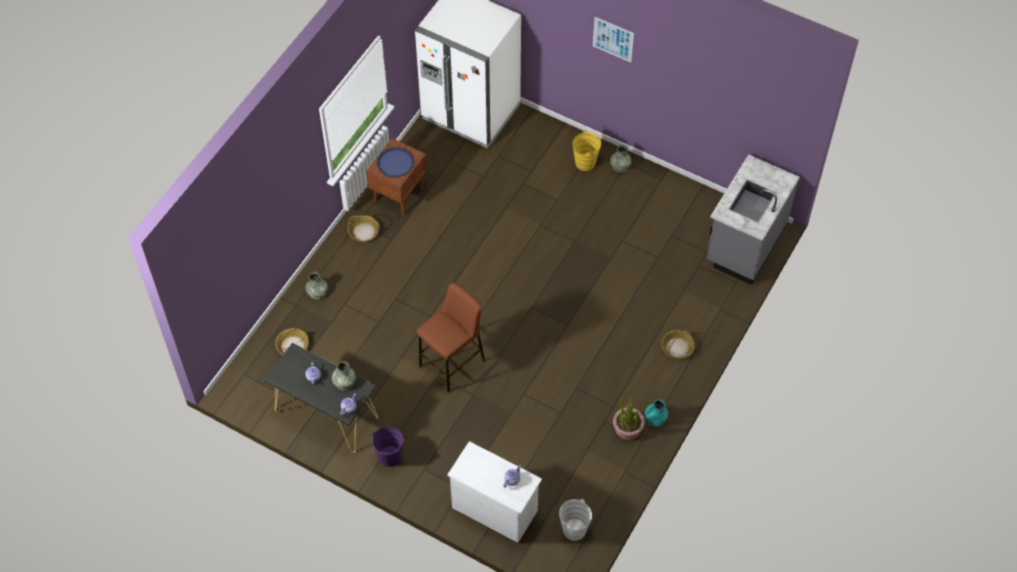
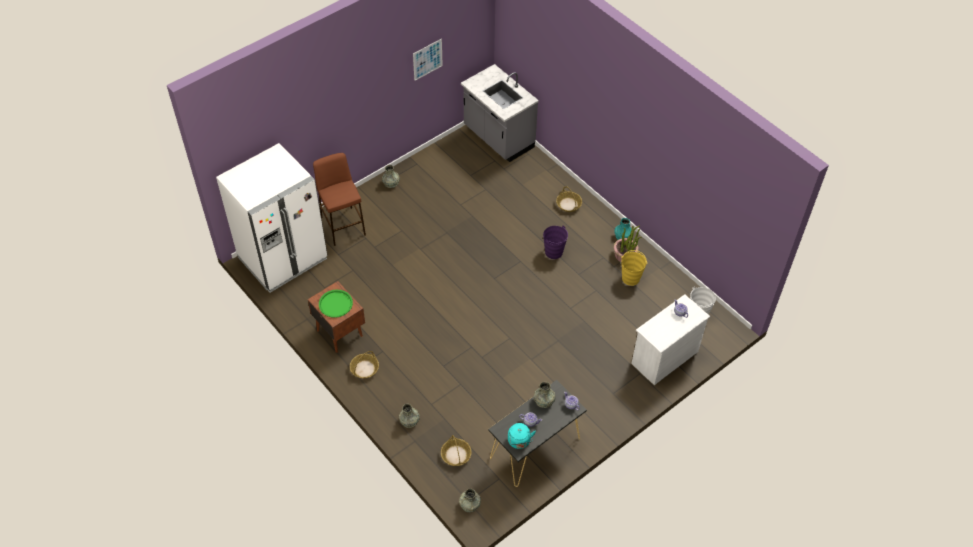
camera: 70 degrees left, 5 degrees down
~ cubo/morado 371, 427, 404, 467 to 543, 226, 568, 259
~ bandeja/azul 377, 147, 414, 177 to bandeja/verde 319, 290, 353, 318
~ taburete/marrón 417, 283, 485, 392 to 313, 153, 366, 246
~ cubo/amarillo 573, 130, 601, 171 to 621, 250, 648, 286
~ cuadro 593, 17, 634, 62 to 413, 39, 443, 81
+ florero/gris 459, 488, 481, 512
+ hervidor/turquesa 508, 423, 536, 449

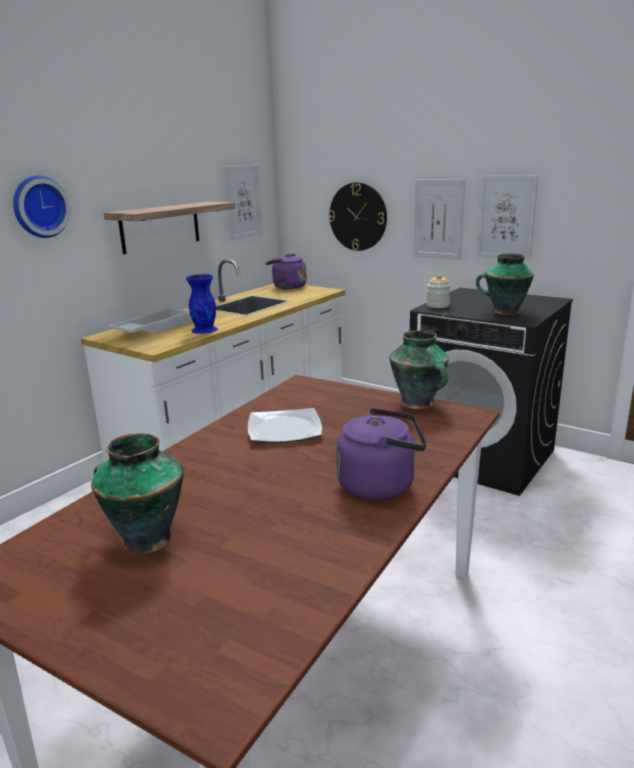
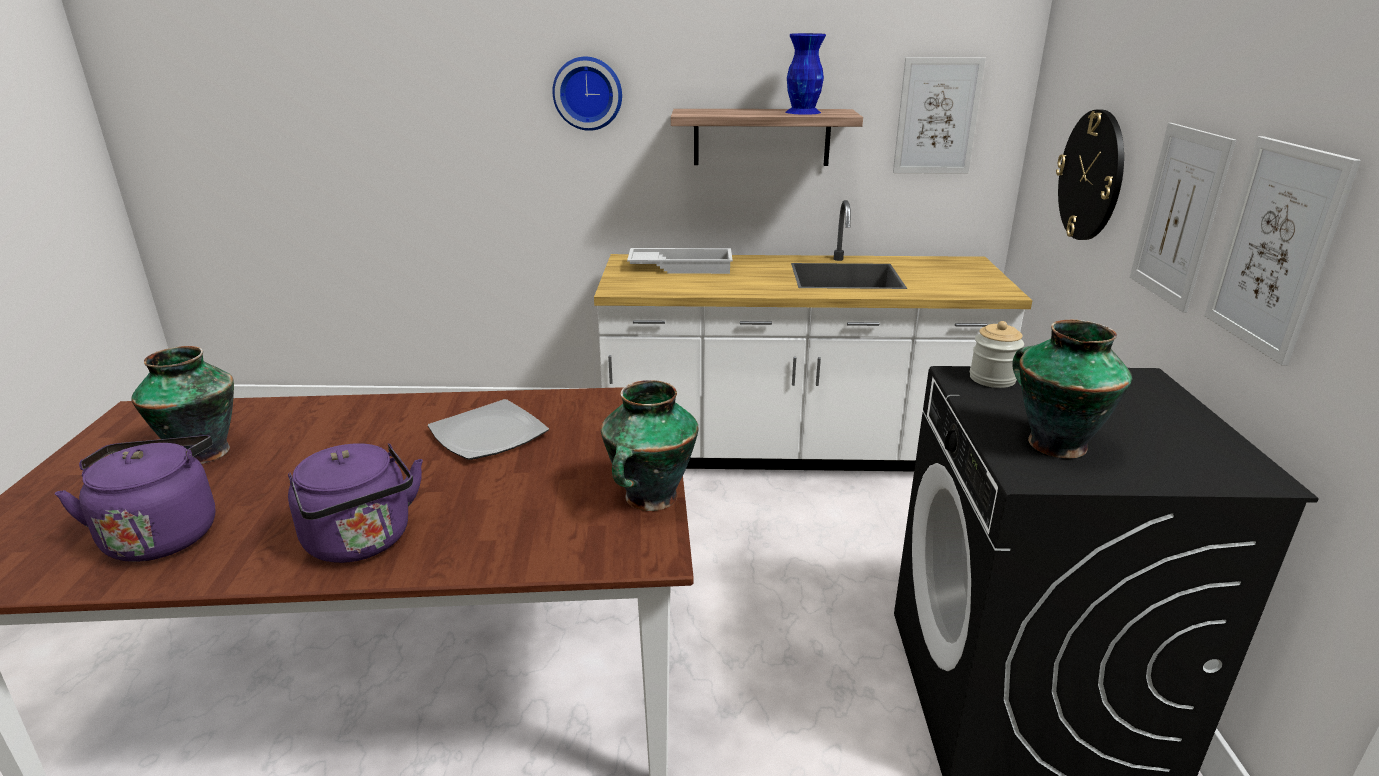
camera: 55 degrees right, 5 degrees up
~ florero/azul 186, 274, 218, 334 to 786, 33, 826, 115
~ hervidor/morado 265, 254, 307, 289 to 55, 435, 215, 562

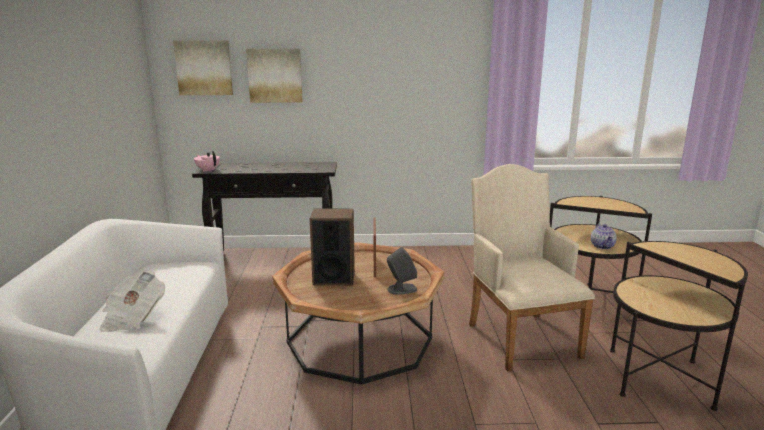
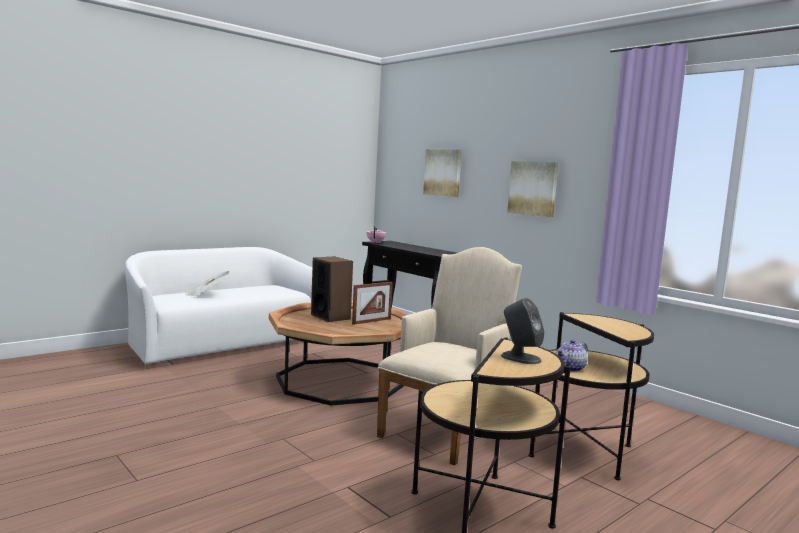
camera: 50 degrees right, 10 degrees down
~ cuadro 173, 40, 233, 95 to 507, 161, 558, 217
~ altavoz/gris 387, 247, 417, 295 to 501, 298, 545, 364

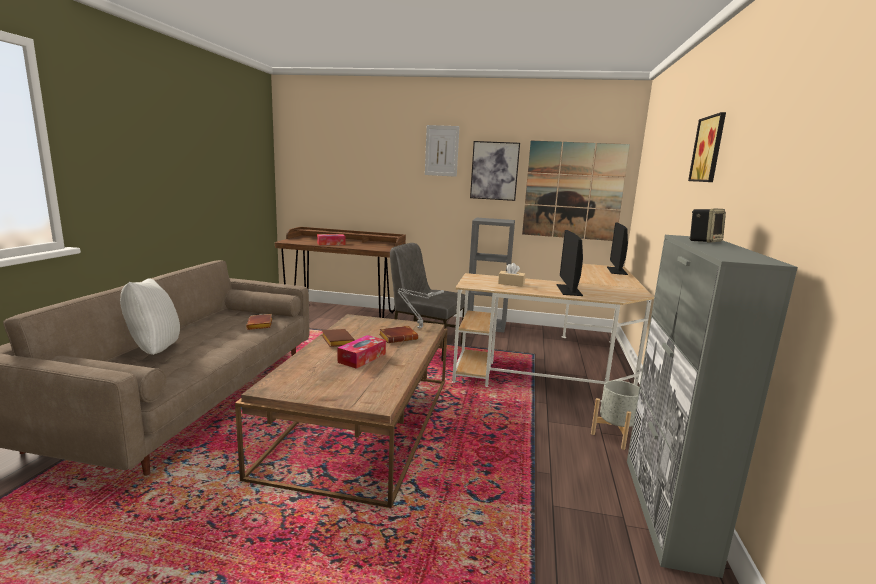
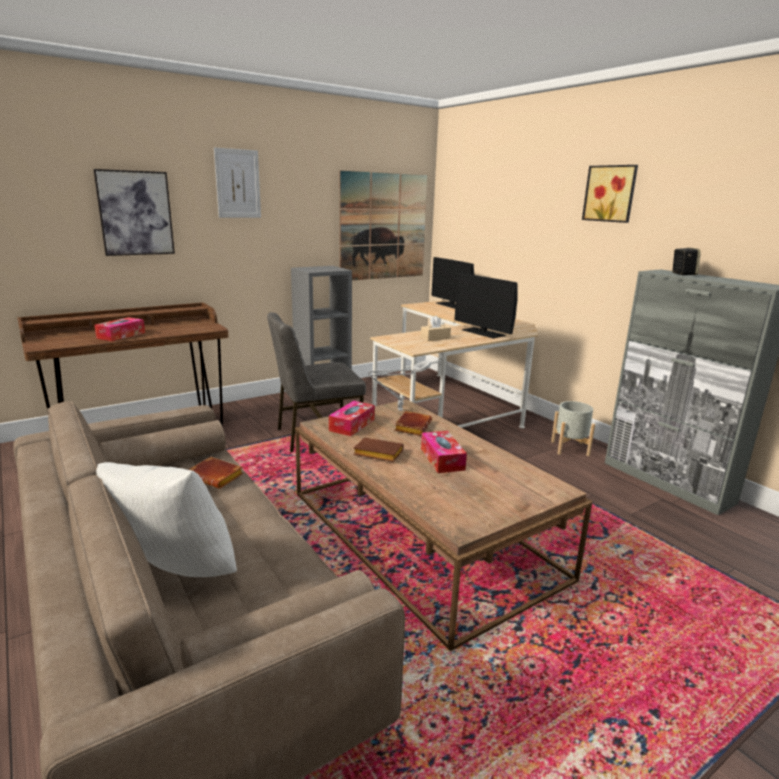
camera: 45 degrees left, 5 degrees up
~ cuadro 470, 141, 520, 201 to 93, 169, 175, 256
+ caja de pañuelos 329, 401, 375, 436

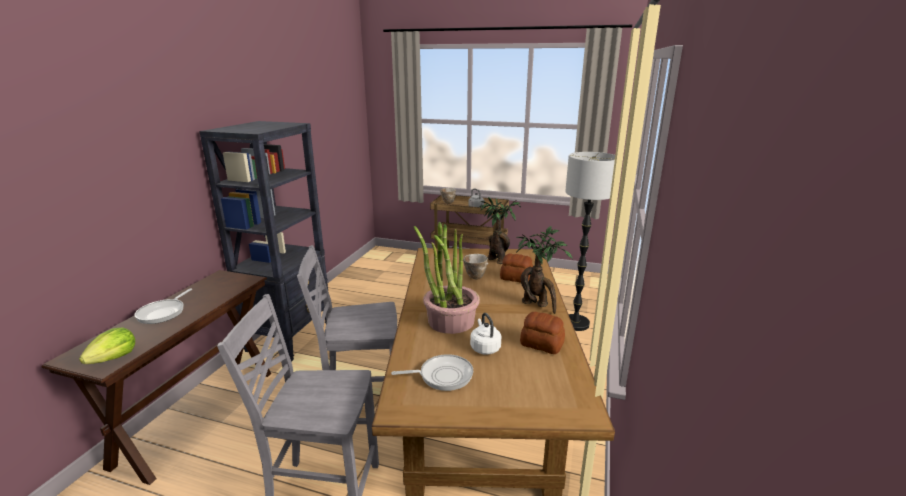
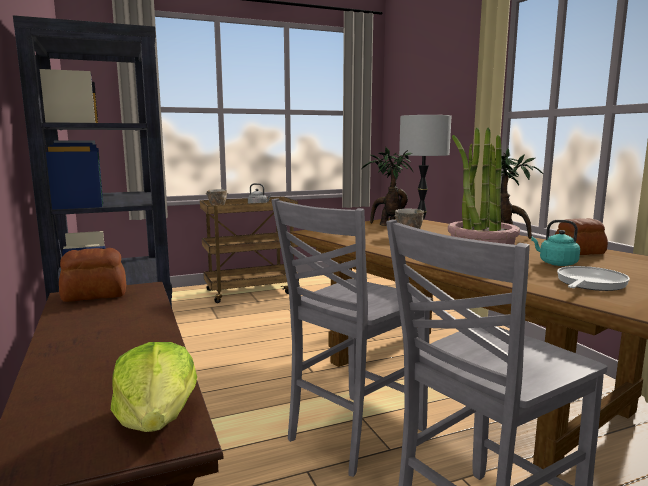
camera: 40 degrees left, 10 degrees down
- sartén 135, 288, 192, 324
~ hervidor/blanco 470, 313, 501, 355 to hervidor/turquesa 531, 220, 580, 266
~ pan 500, 253, 533, 283 to 59, 248, 126, 302

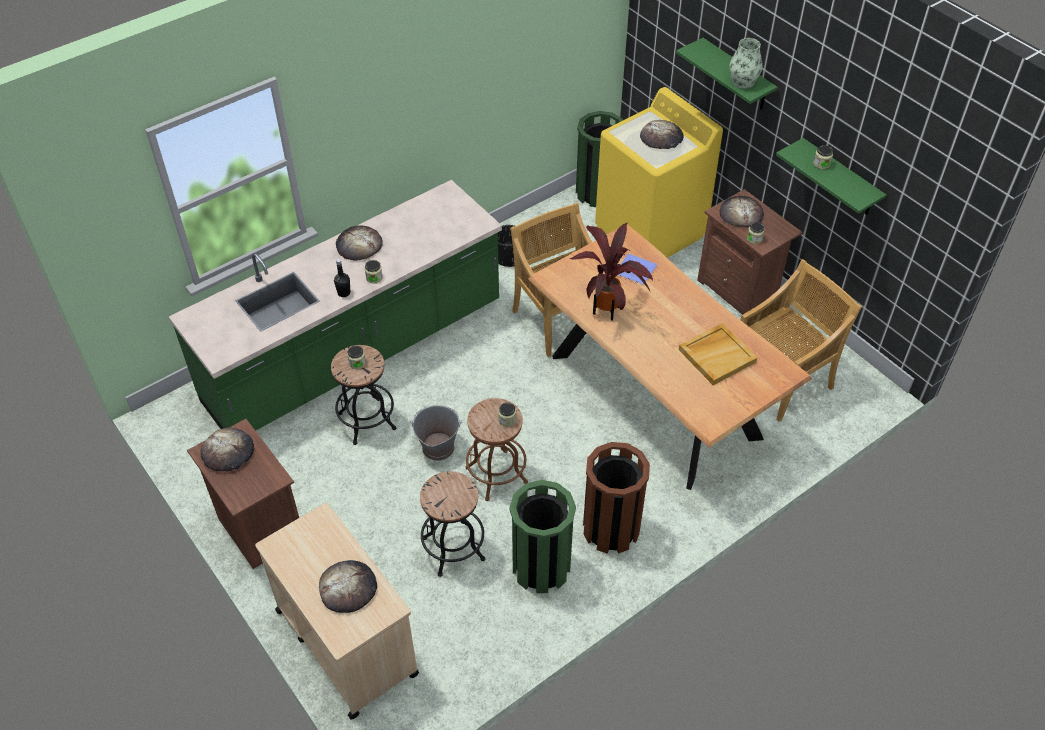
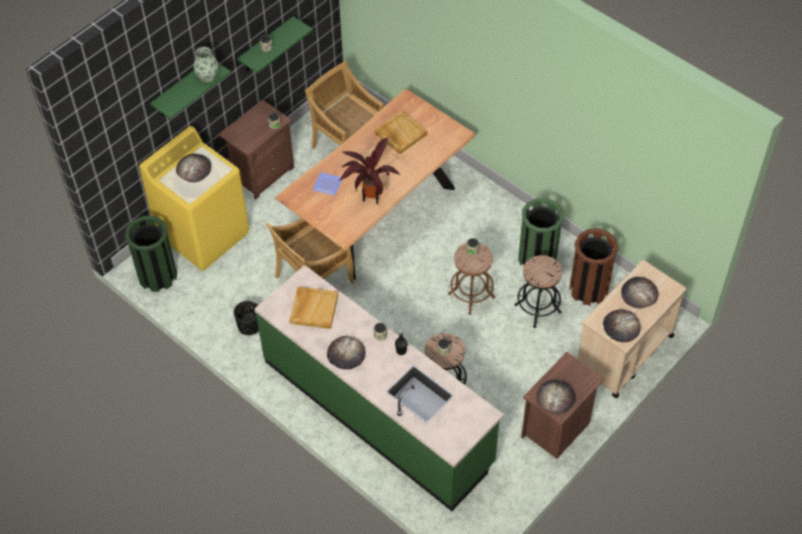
camera: 100 degrees left, 5 degrees up
- cubo/gris 410, 405, 462, 461
~ papelera/marrón 583, 442, 650, 554 to 569, 229, 618, 306
~ pan 720, 196, 764, 227 to 603, 309, 640, 342
+ bandeja/beis 289, 287, 338, 329

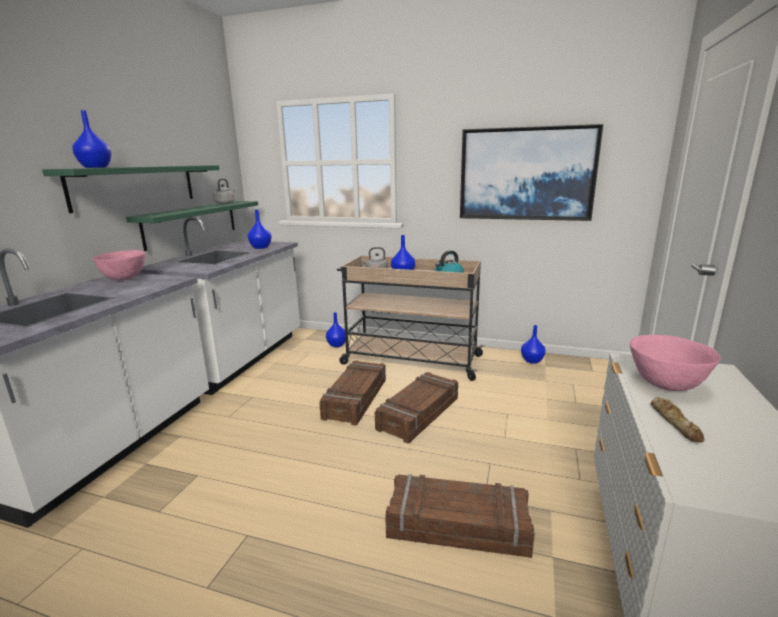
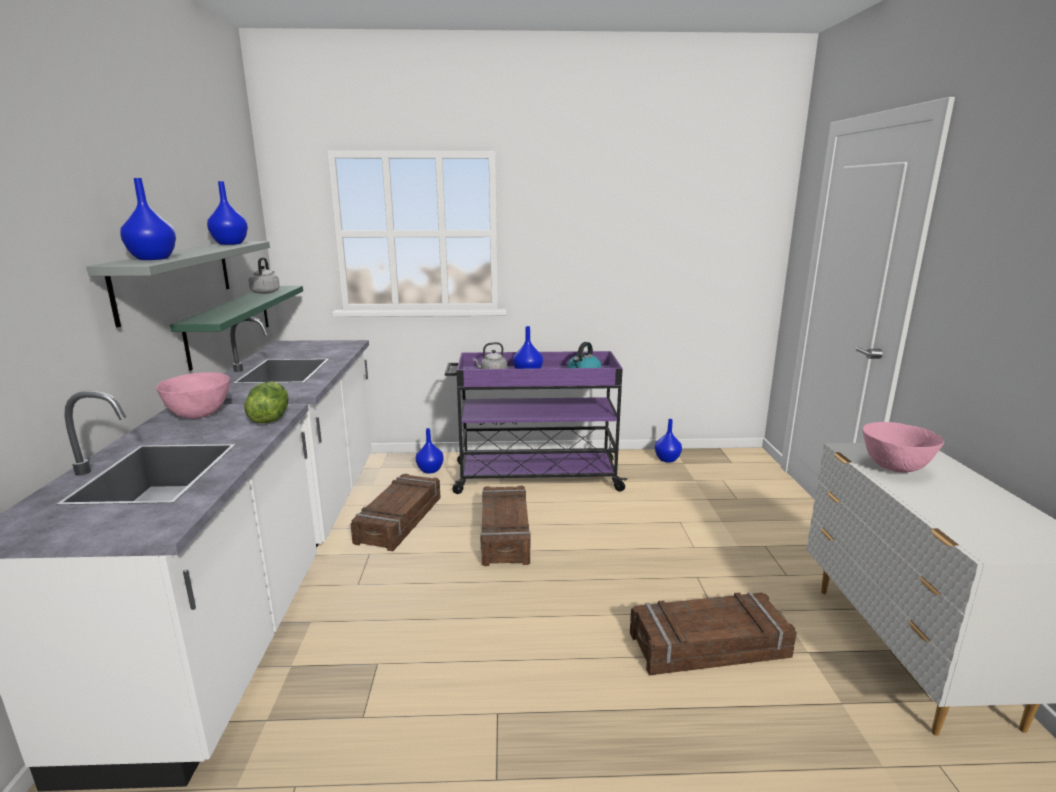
camera: 20 degrees left, 0 degrees up
~ estante/verde 42, 165, 220, 213 to estante/gris 87, 241, 270, 327
~ florero/azul 248, 210, 272, 249 to 207, 181, 248, 245
~ carrito/beis 337, 255, 484, 381 to carrito/morado 445, 351, 628, 494
~ caja de embalaje 375, 372, 458, 443 to 350, 474, 441, 551
- cuadro 460, 124, 603, 221
- pan 651, 397, 705, 443
+ lechuga 244, 381, 288, 423

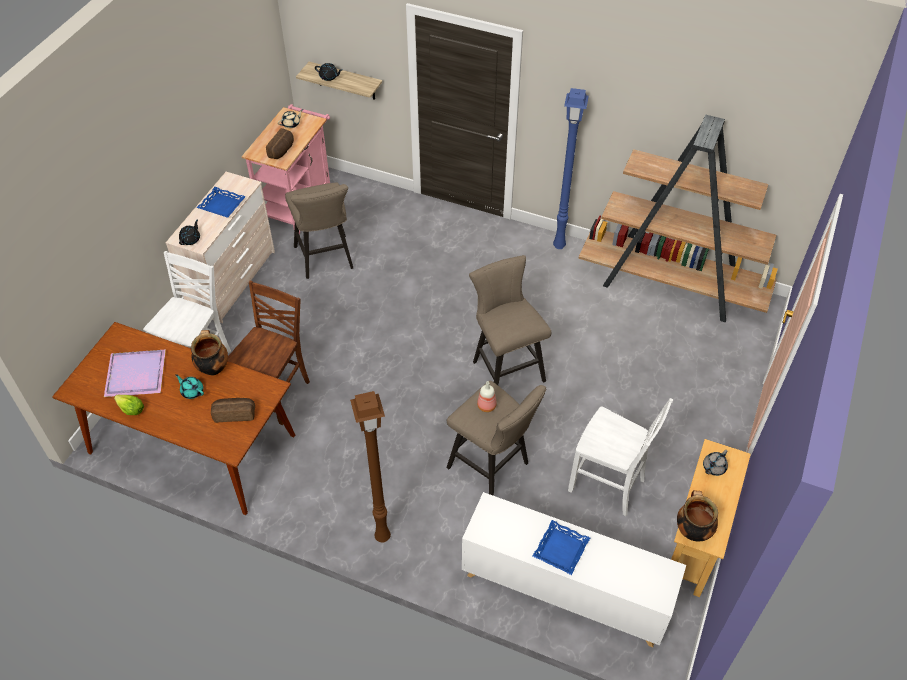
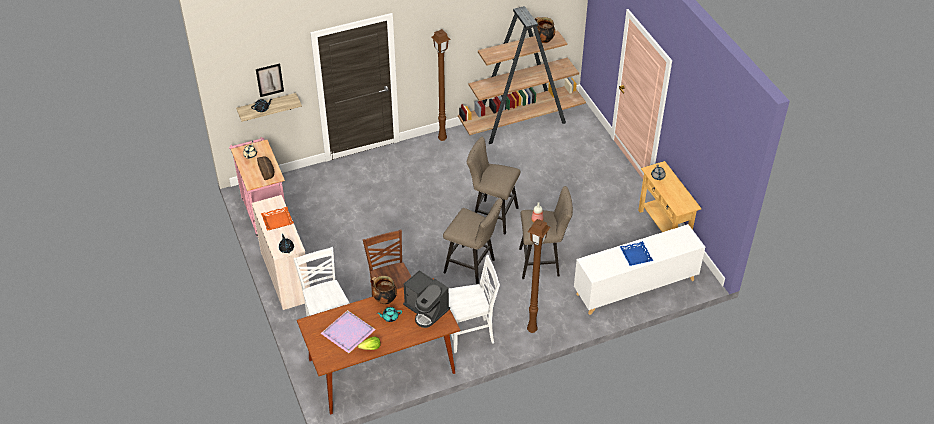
camera: 45 degrees left, 5 degrees down
~ bandeja/azul 196, 187, 246, 218 to bandeja/naranja 261, 207, 294, 230
~ pan 211, 398, 255, 423 to cafetera 403, 270, 450, 328
~ taburete/beis 285, 182, 353, 279 to 443, 199, 503, 284
~ lámpara de pie/azul 553, 88, 589, 249 to lámpara de pie/marrón 431, 29, 451, 141
~ silla/blanco 568, 398, 673, 516 to 449, 255, 500, 353
~ olla 677, 490, 718, 542 to 535, 17, 555, 43
+ cuadro 256, 63, 284, 97

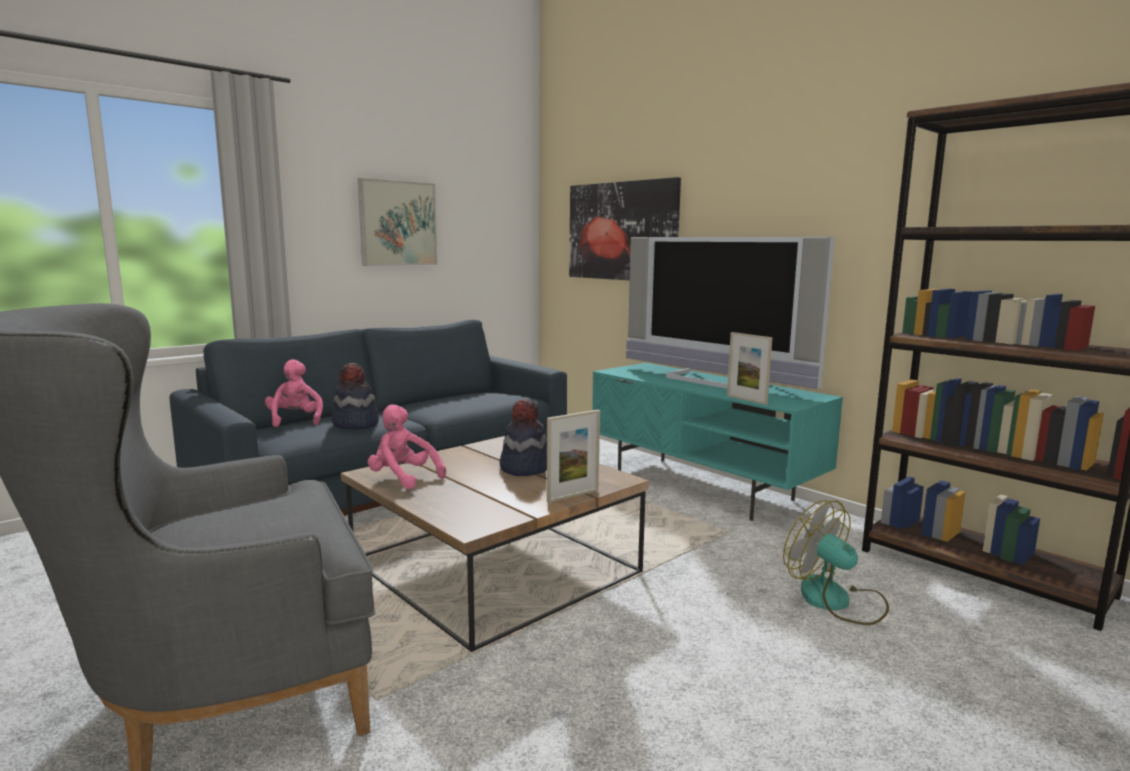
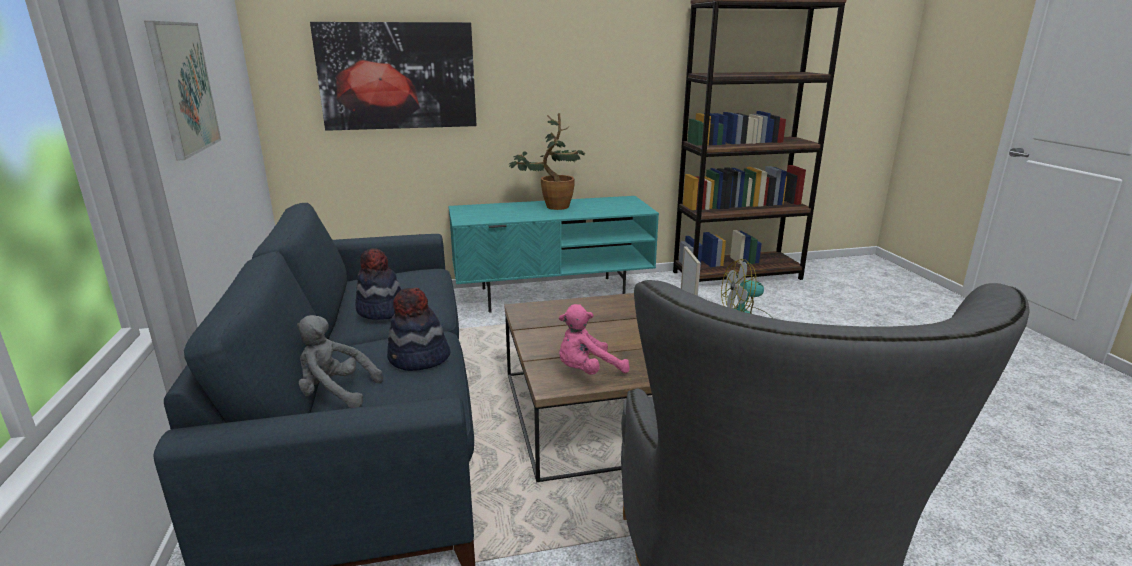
camera: 60 degrees left, 10 degrees up
~ peluche/rosa 265, 359, 323, 427 to peluche/gris 297, 315, 383, 408
~ sombrero 500, 399, 547, 476 to 355, 248, 401, 320
~ televisor 626, 237, 835, 389 to planta en maceta 509, 113, 586, 210
- portarretratos 727, 332, 772, 405

